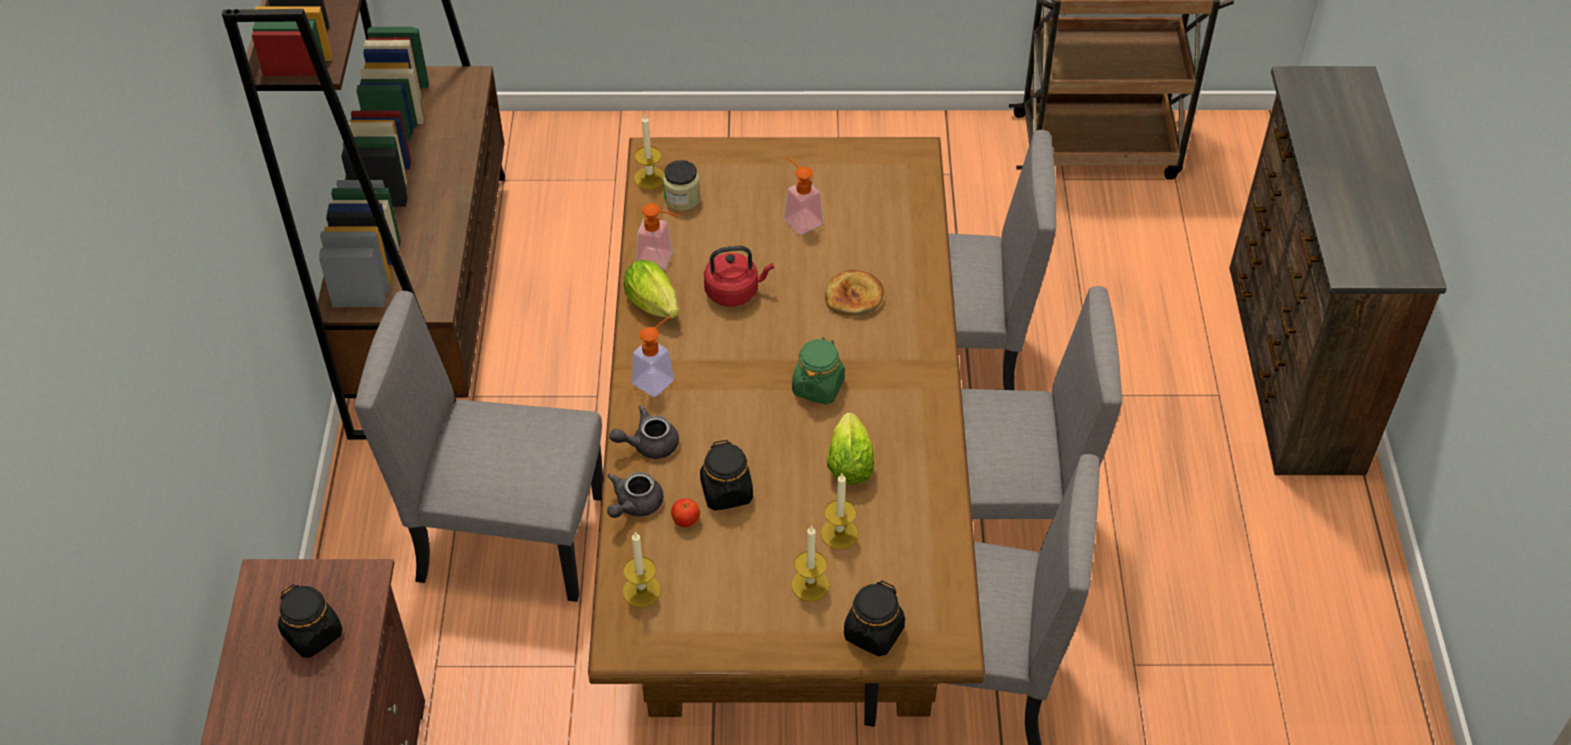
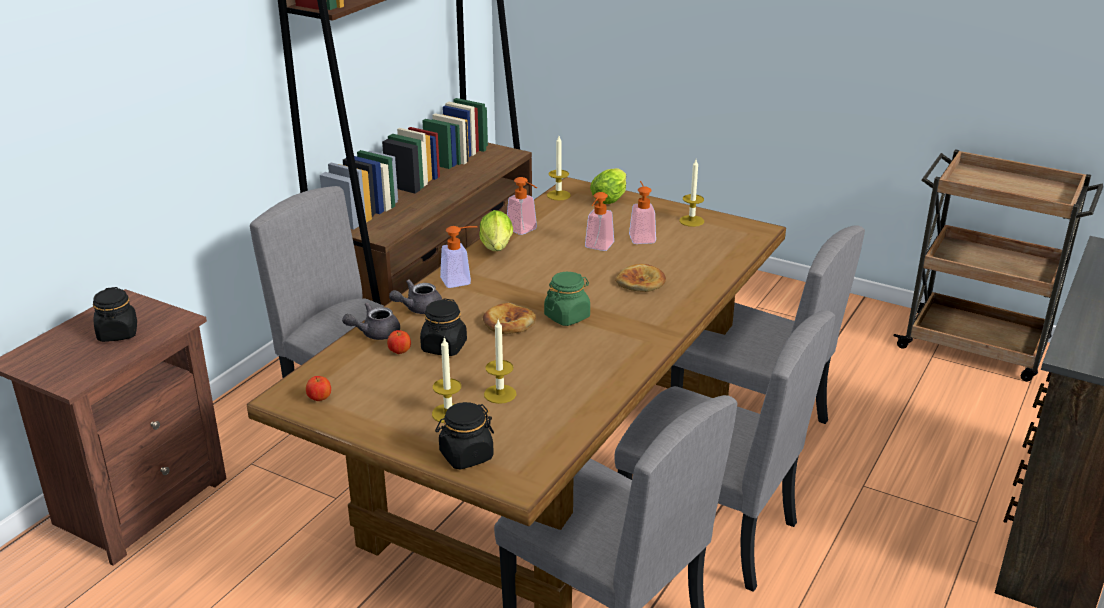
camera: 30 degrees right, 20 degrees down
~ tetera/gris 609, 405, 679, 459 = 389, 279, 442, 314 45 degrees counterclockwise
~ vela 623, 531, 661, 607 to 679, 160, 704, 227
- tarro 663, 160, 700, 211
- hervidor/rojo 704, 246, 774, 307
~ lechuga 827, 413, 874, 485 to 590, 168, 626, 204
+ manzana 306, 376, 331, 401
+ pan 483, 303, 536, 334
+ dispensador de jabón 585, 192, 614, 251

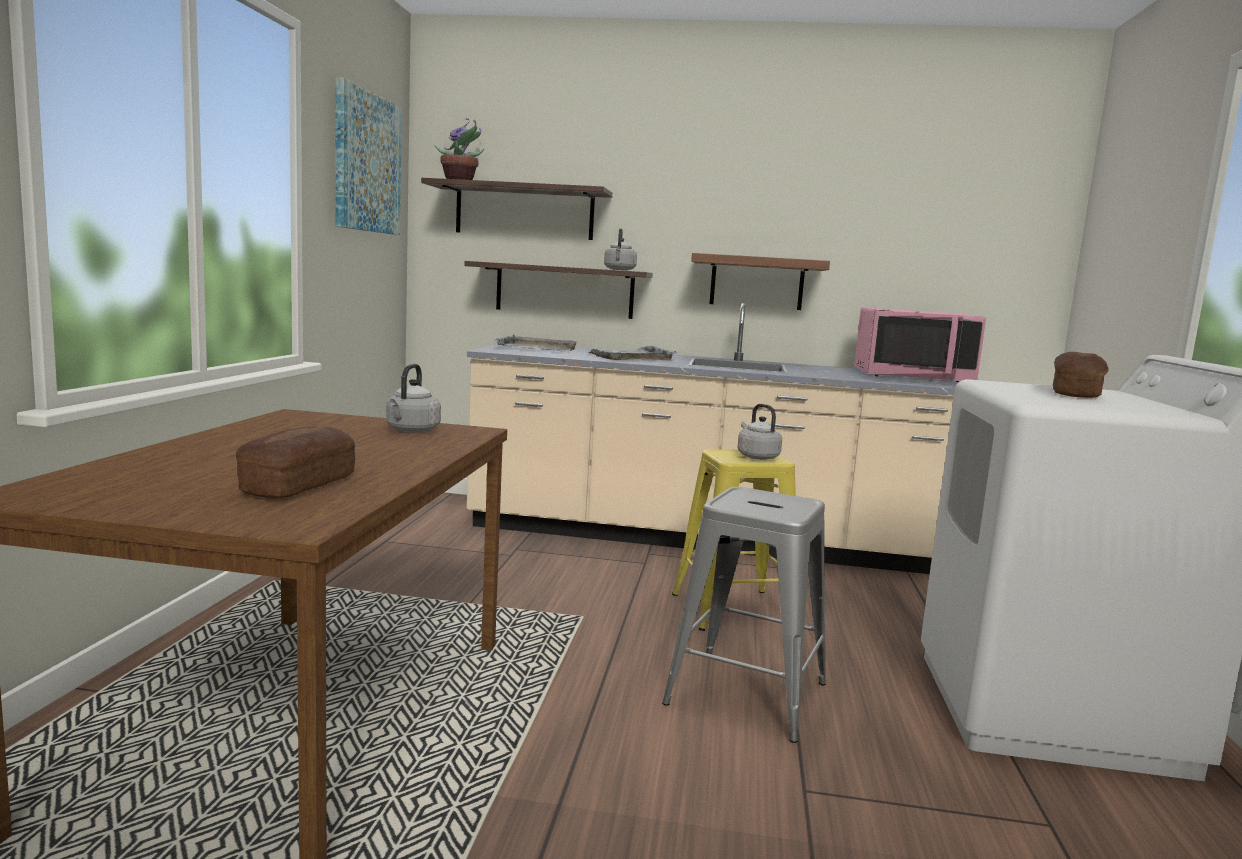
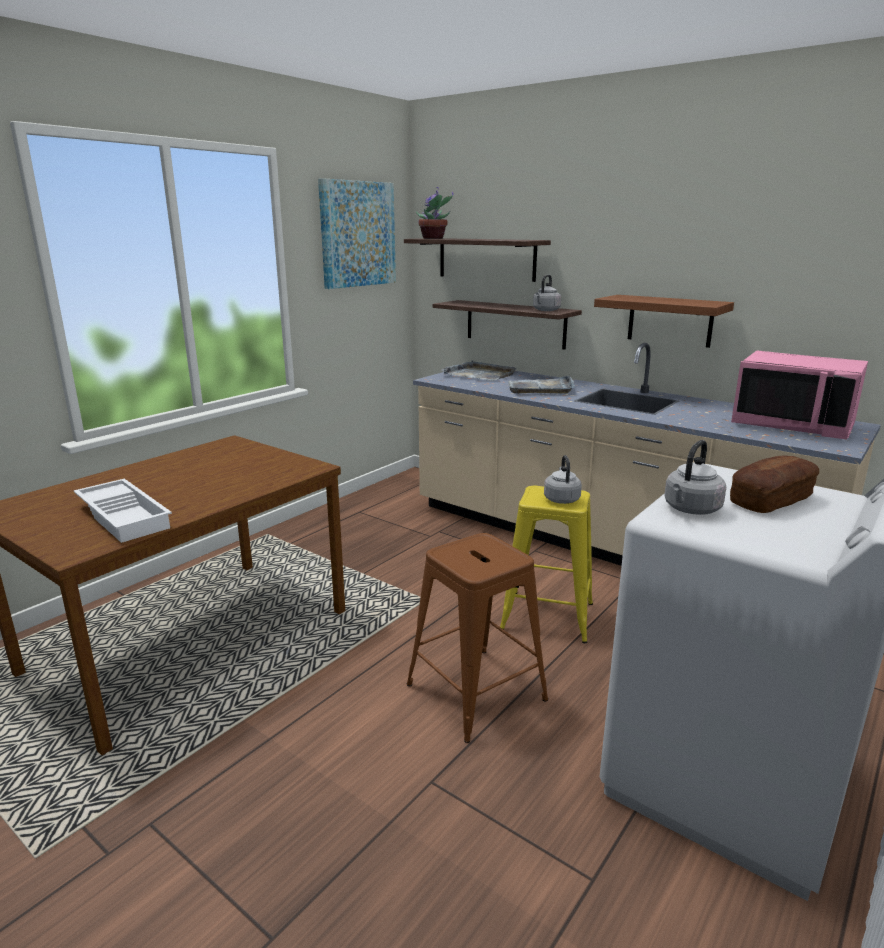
camera: 30 degrees right, 10 degrees up
~ pan 236, 426, 355, 498 to bandeja/blanco 74, 479, 172, 543
~ hervidor/gris 386, 364, 441, 432 to 664, 440, 726, 515
~ taburete/gris 662, 487, 826, 743 to taburete/marrón 407, 533, 548, 743

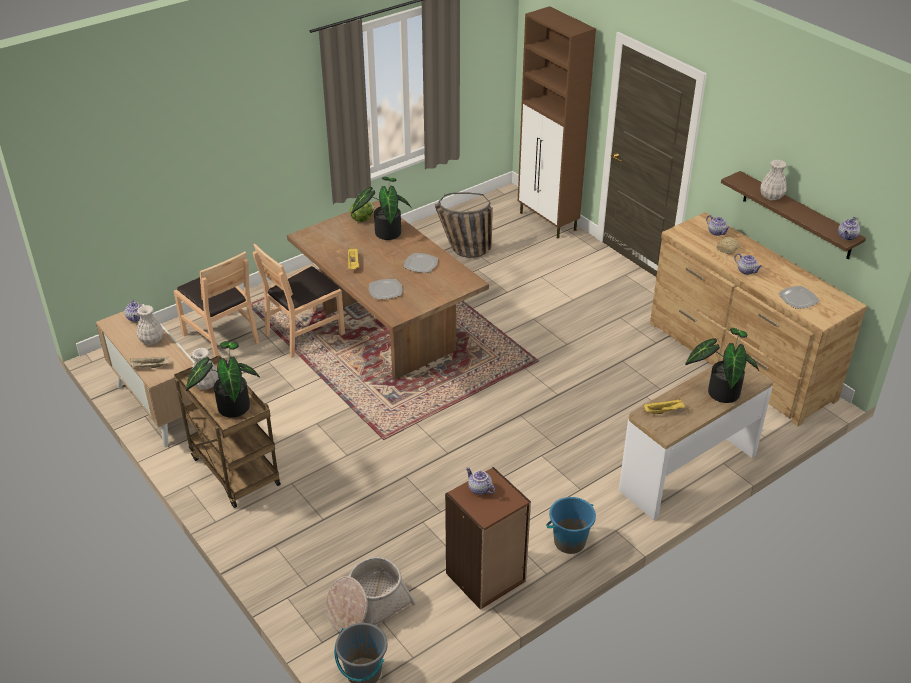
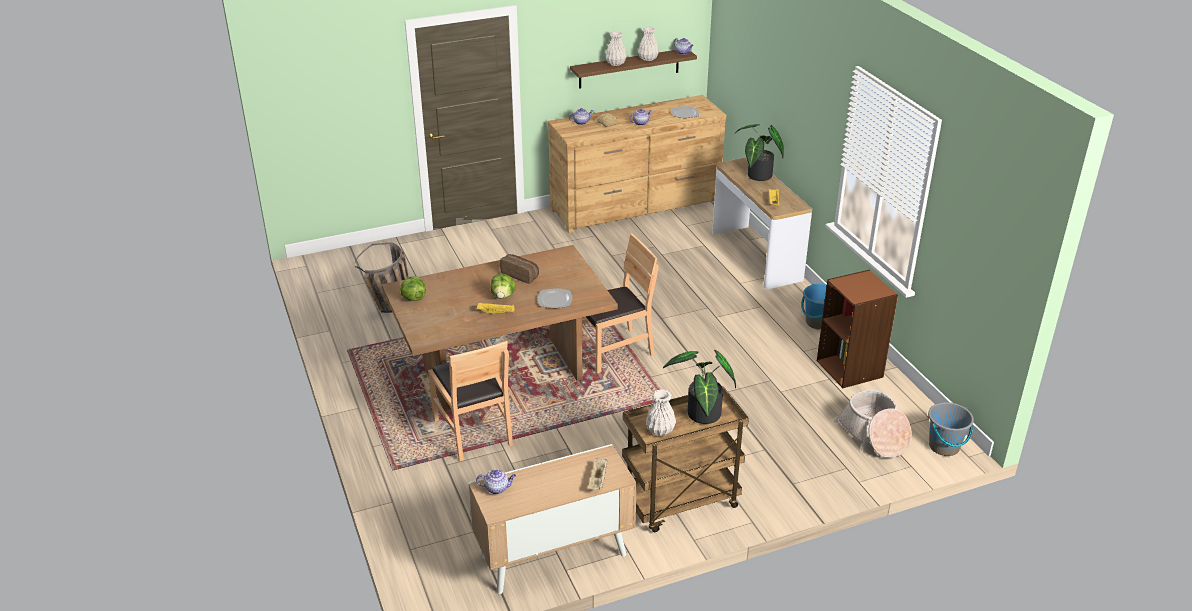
camera: 75 degrees left, 5 degrees down
~ florero/blanco 137, 305, 163, 345 to 638, 27, 659, 61
~ silla/marrón 174, 251, 259, 357 to 582, 233, 659, 373
- planta en maceta 351, 177, 412, 240
~ plato 404, 253, 438, 273 to pan 500, 254, 539, 284
- tetera 466, 467, 495, 495
- armario/marrón 518, 6, 596, 238
+ lechuga 490, 274, 516, 299

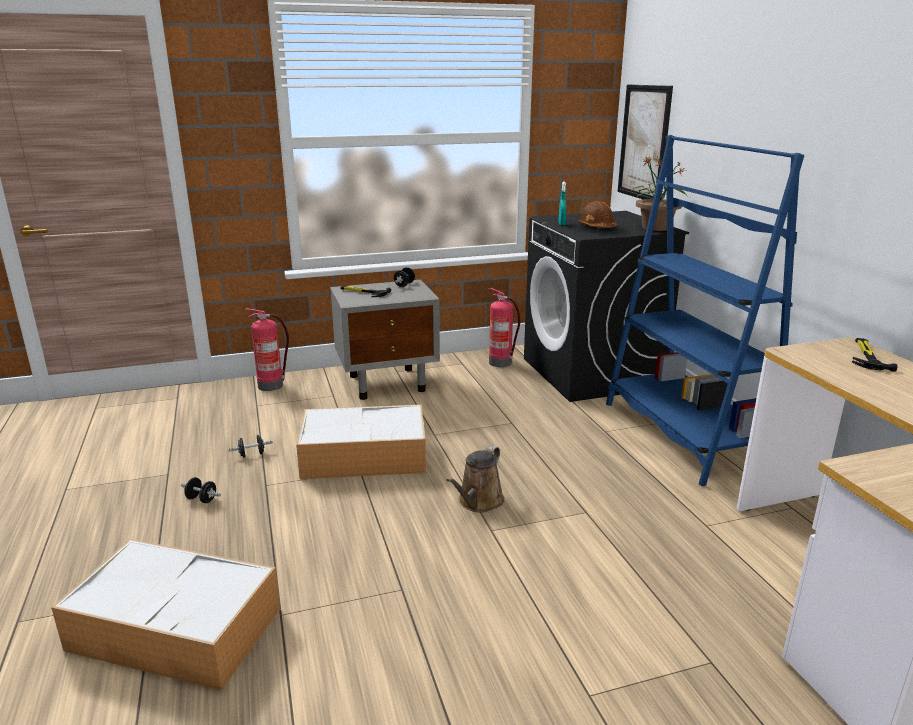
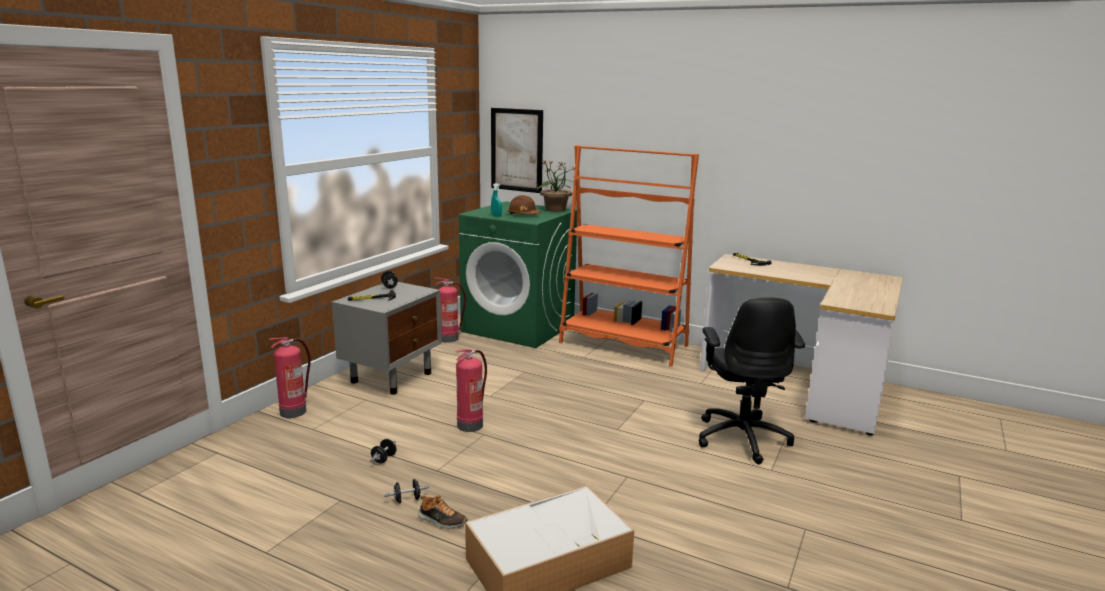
camera: 45 degrees left, 5 degrees down
~ caja de almacenaje 296, 404, 426, 479 to extintor 455, 349, 487, 432
- regadera/marrón 446, 446, 504, 512
~ lavadora/negro 524, 211, 689, 402 to lavadora/verde 458, 201, 577, 348
~ estantería/azul 606, 135, 804, 486 to estantería/naranja 559, 145, 699, 367
+ zapato 418, 495, 468, 528
+ silla de oficina/negro 699, 297, 805, 464

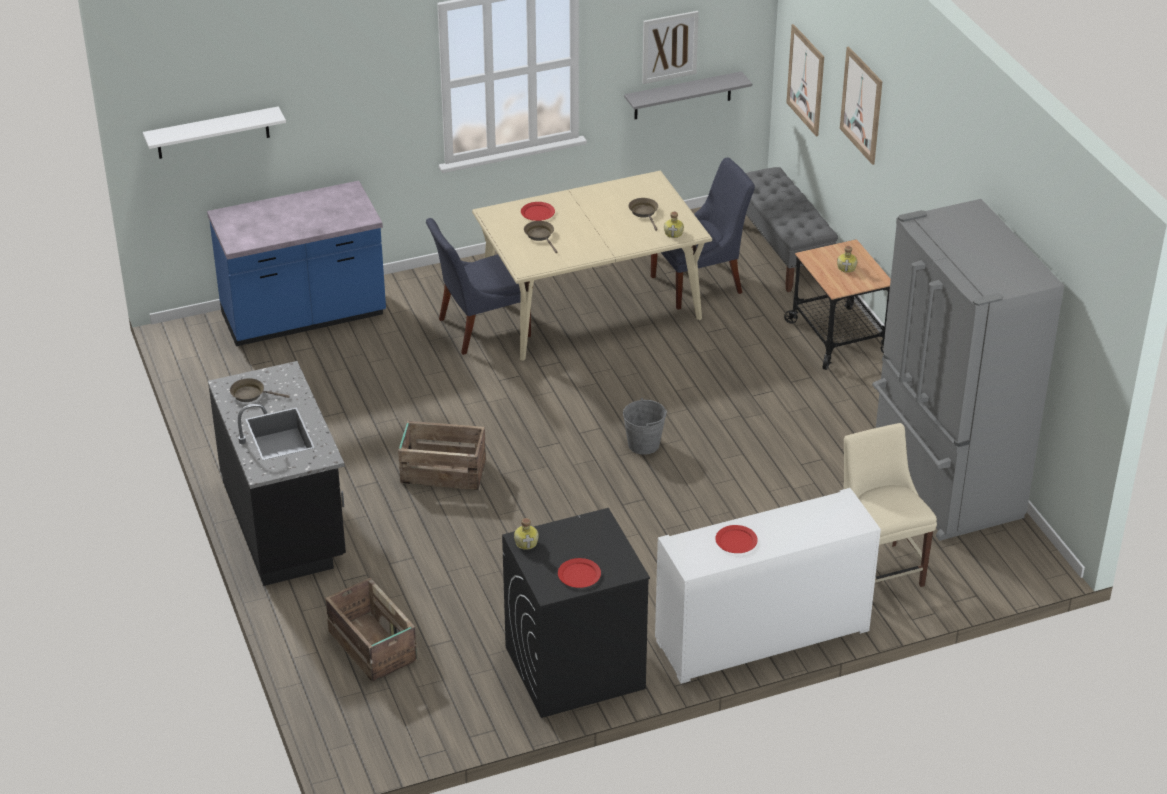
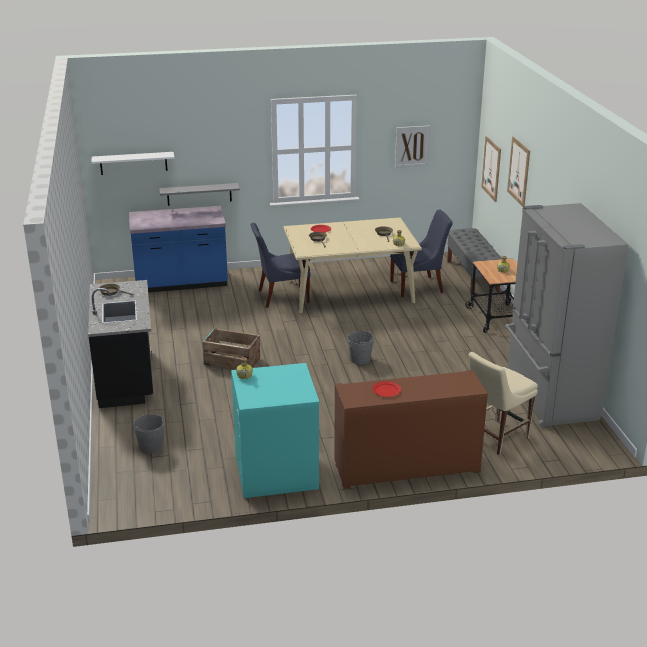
camera: 10 degrees right, 10 degrees down
~ caja de embalaje 325, 578, 417, 682 to cubo/gris 133, 414, 165, 454
~ lavadora/negro 502, 508, 650, 718 to lavadora/turquesa 231, 363, 319, 498
- plato/rojo 558, 558, 601, 588
~ estante/gris 624, 71, 752, 119 to 159, 183, 240, 206
~ armario/blanco 655, 488, 881, 684 to armario/marrón 334, 370, 488, 489
~ silla/beis 843, 423, 937, 587 = 469, 352, 538, 455 120 degrees counterclockwise

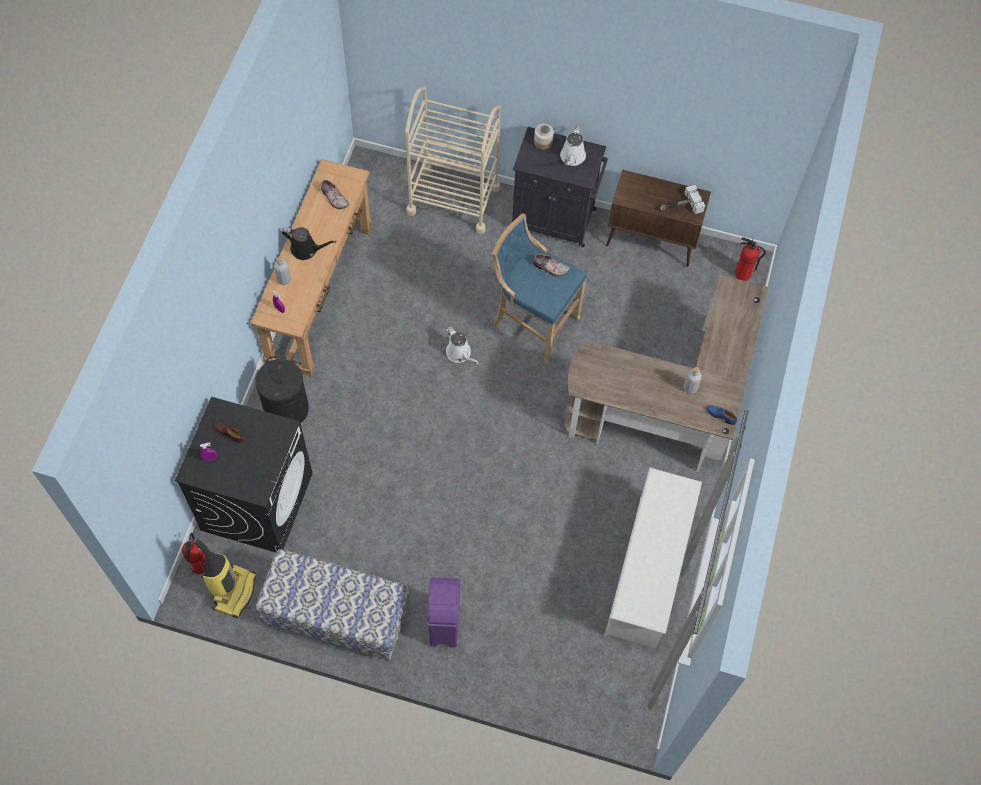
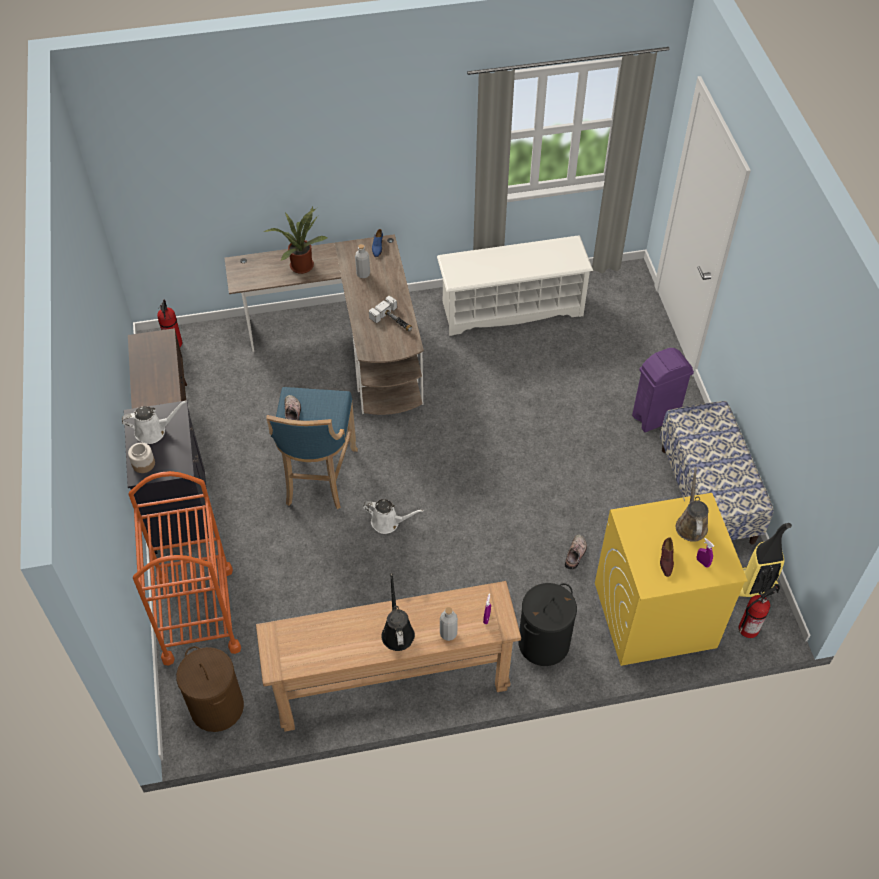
camera: 115 degrees left, 10 degrees down
~ lavadora/negro 175, 397, 313, 552 to lavadora/amarillo 595, 493, 748, 666
~ zapato 321, 180, 349, 209 to 565, 535, 587, 570
~ carrito/beis 405, 86, 501, 234 to carrito/naranja 128, 471, 241, 666
~ regadera/blanco 446, 326, 479, 364 = 363, 499, 424, 534 75 degrees clockwise
~ martillo 660, 185, 705, 214 to 369, 295, 412, 332
+ cesto de la ropa/marrón 176, 646, 244, 732
+ planta en maceta 264, 207, 327, 274
+ regadera/marrón 676, 467, 708, 542

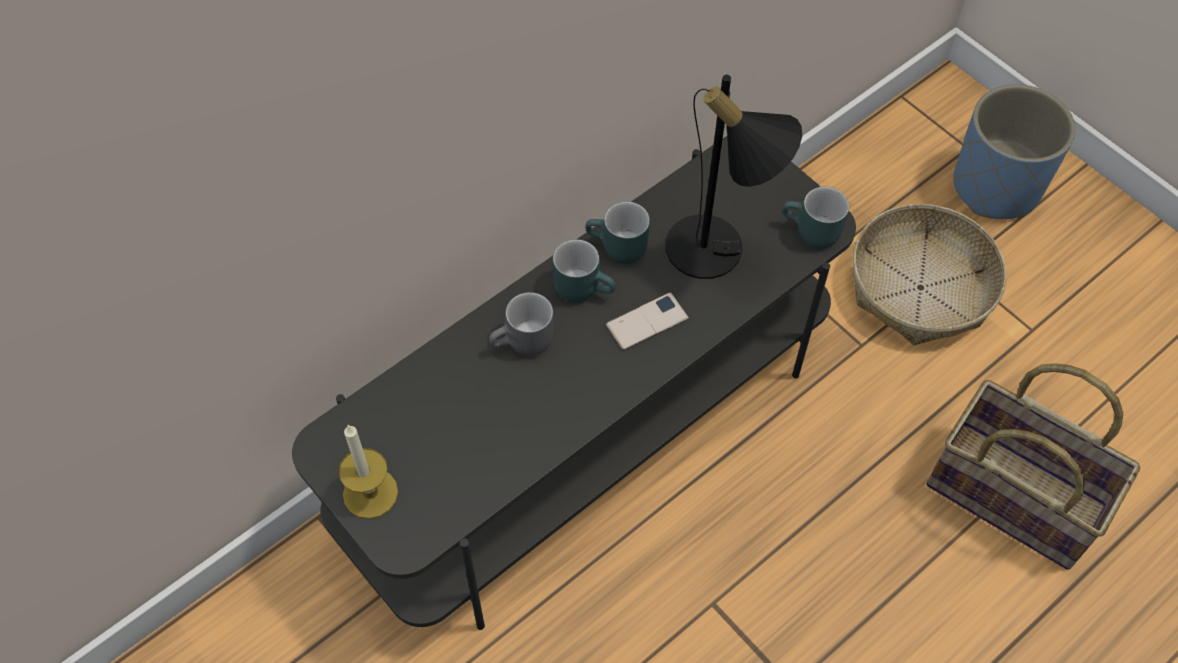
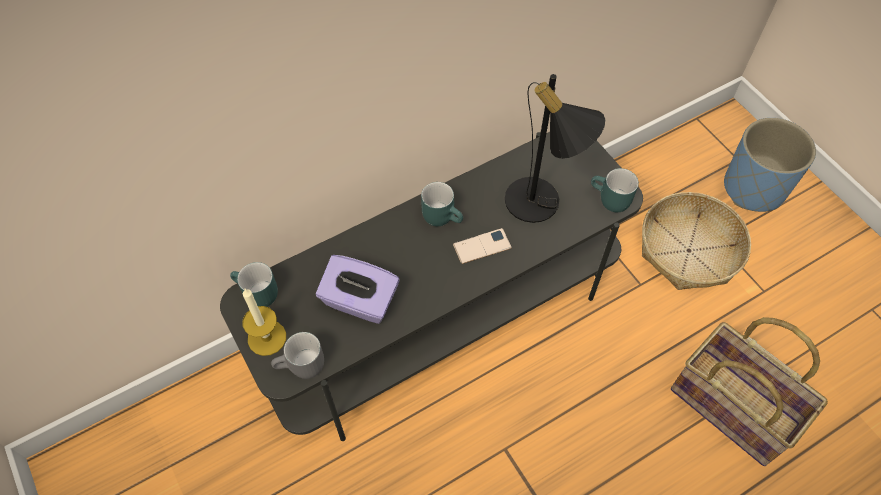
camera: 10 degrees right, 0 degrees up
~ taza grande/gris 489, 292, 554, 356 to 271, 332, 324, 379
~ taza grande/turquesa 585, 202, 650, 264 to 230, 262, 278, 307
+ caja de pañuelos/morado 316, 255, 400, 324

